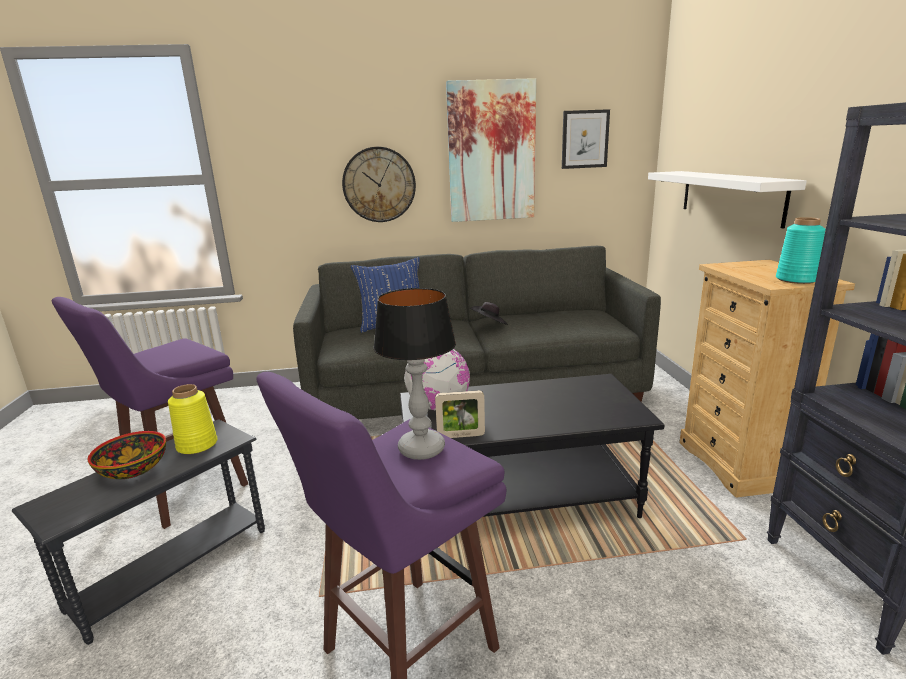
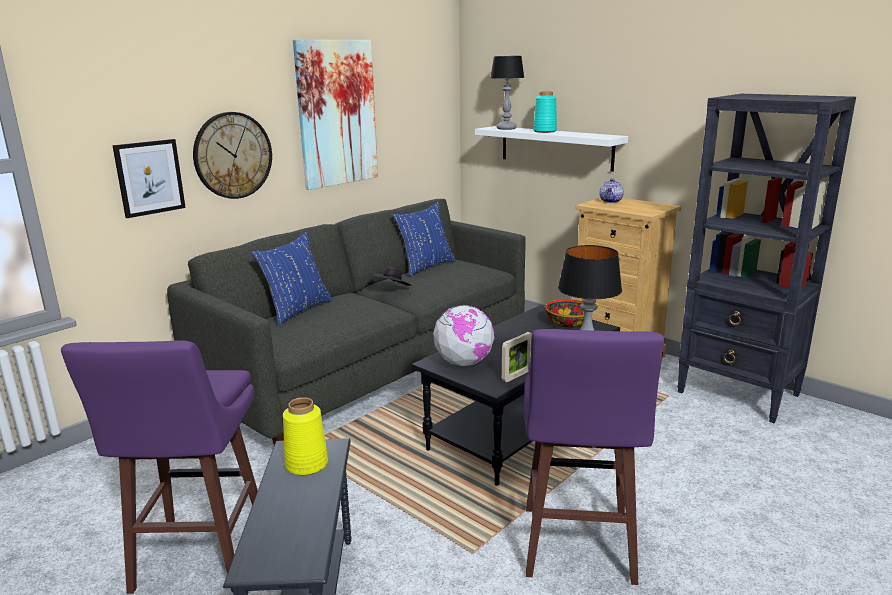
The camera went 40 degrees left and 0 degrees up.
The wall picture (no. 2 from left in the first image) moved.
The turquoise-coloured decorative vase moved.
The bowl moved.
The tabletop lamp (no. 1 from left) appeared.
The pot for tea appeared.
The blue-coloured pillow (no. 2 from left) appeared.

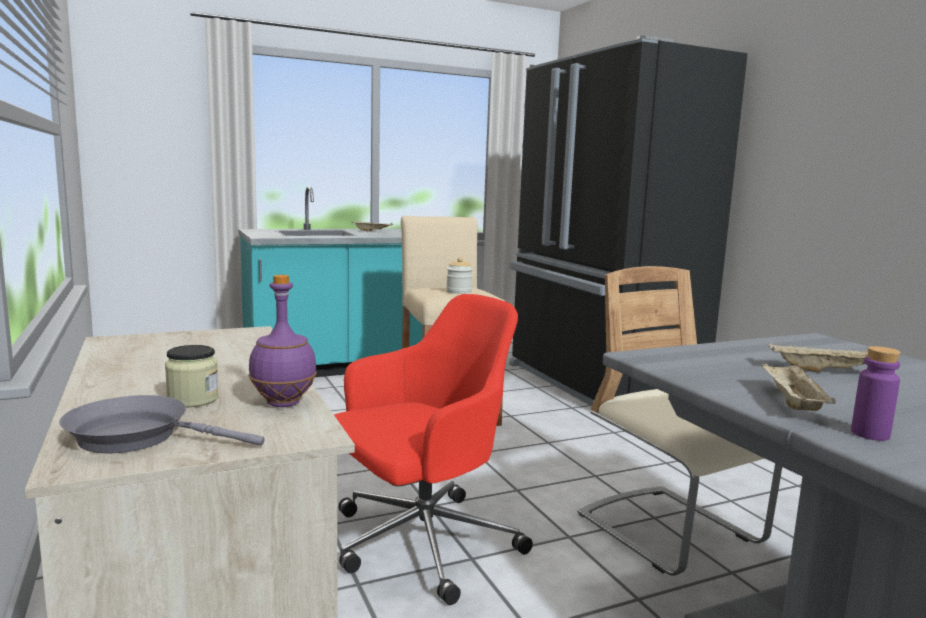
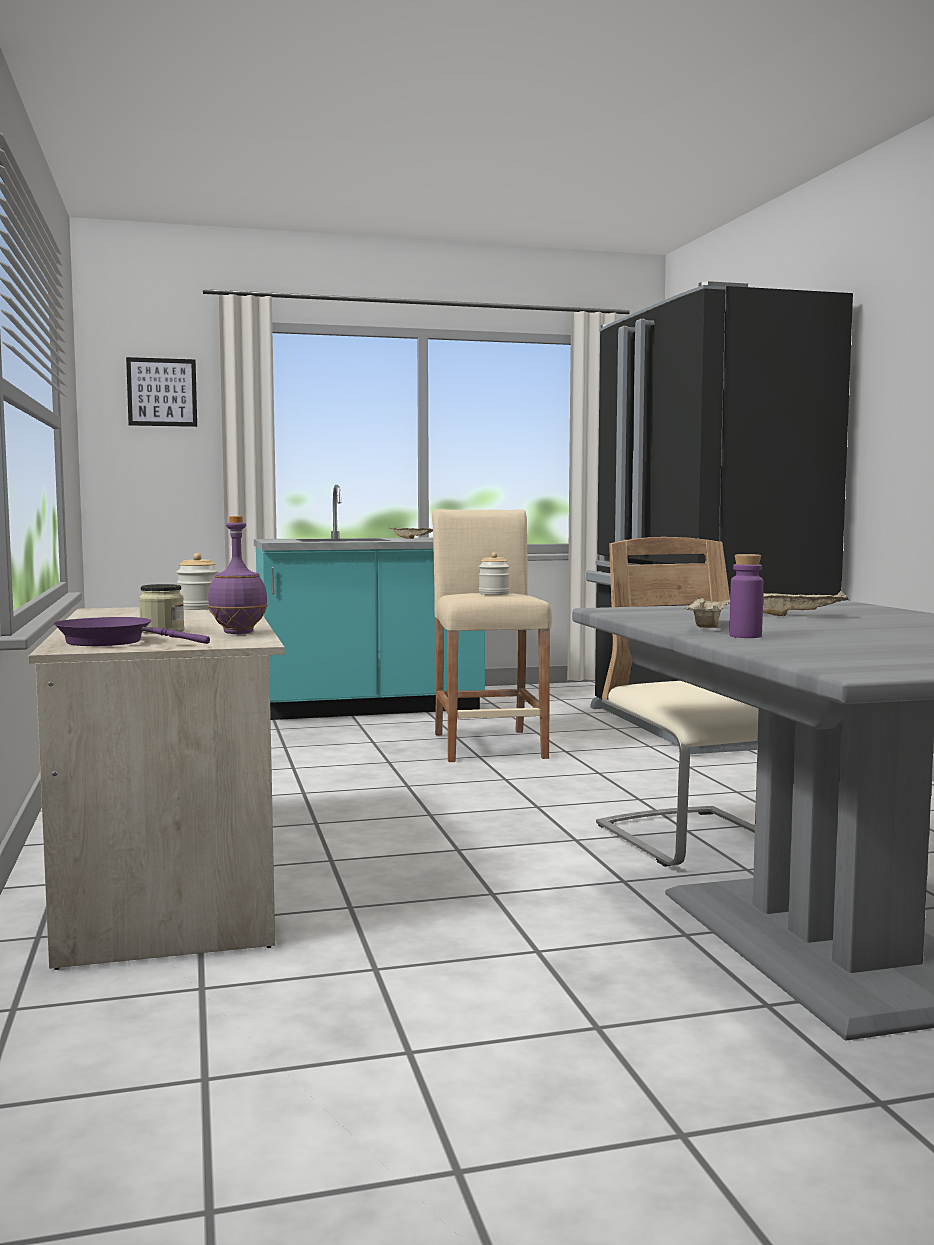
The camera went 10 degrees right and 5 degrees down.
The red-coloured desk chair disappeared.
The greyish frying pan became the purple-coloured frying pan.
The wall picture appeared.
The storage jar (no. 2 from left) appeared.

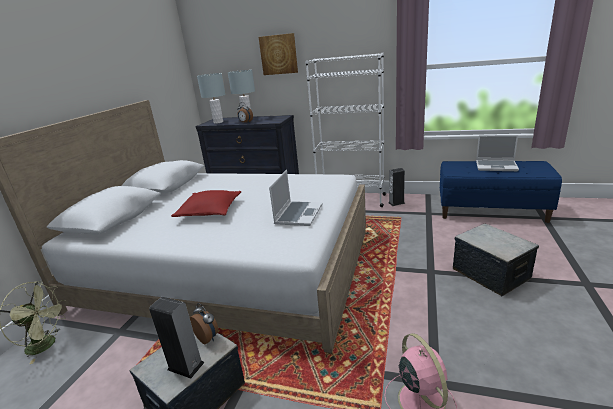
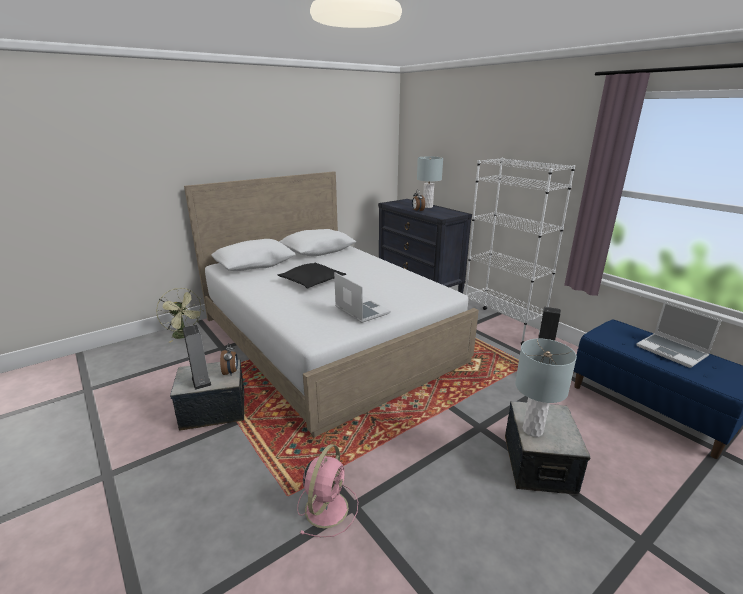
The camera went 35 degrees right and 0 degrees up.
The wall picture disappeared.
The greyish tabletop lamp (no. 1 from left in the first image) moved.
The laptop (no. 1 from left) turned 90 degrees counterclockwise.
The red-coloured pillow became the black pillow.

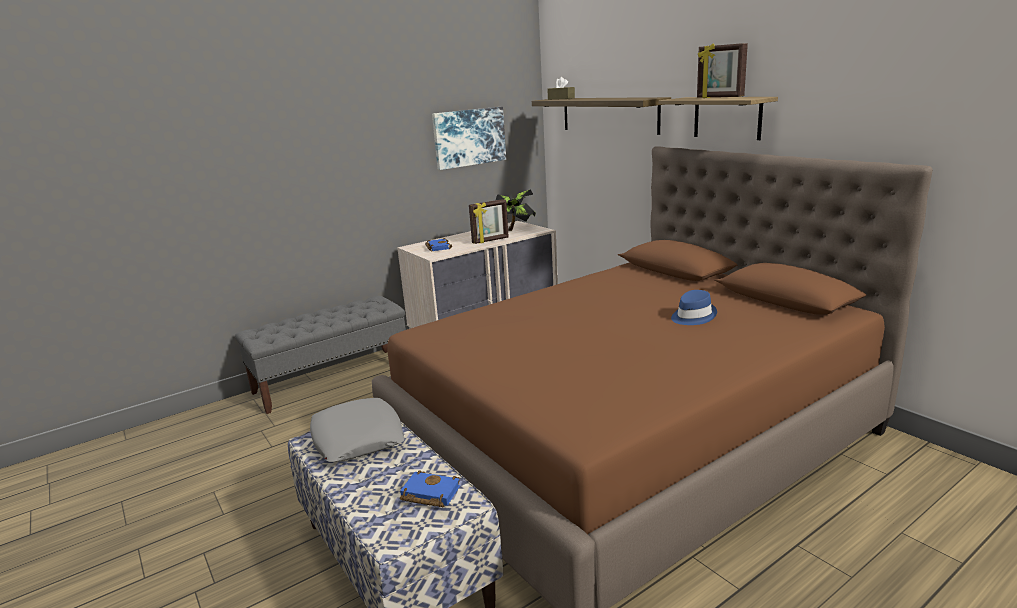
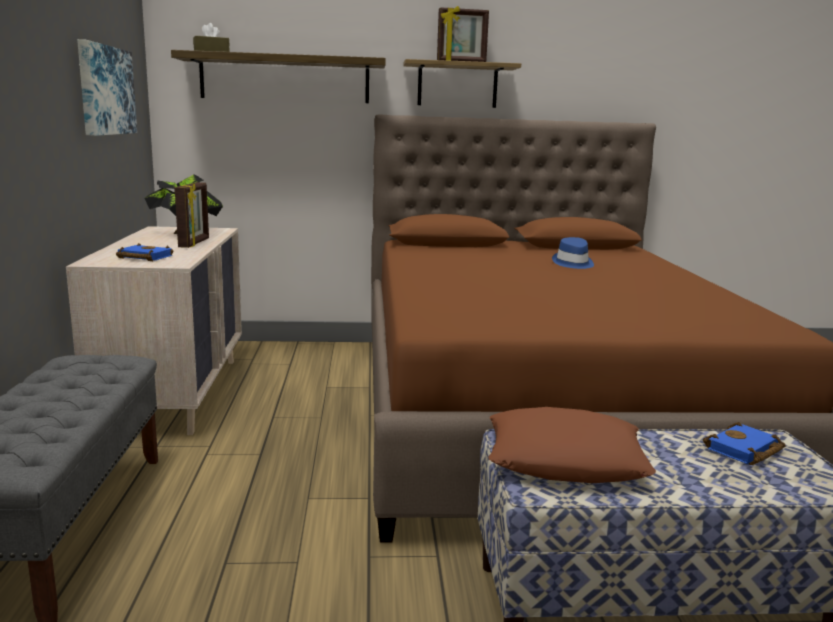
The camera went 60 degrees left and 5 degrees down.
The greyish pillow became the brown pillow.

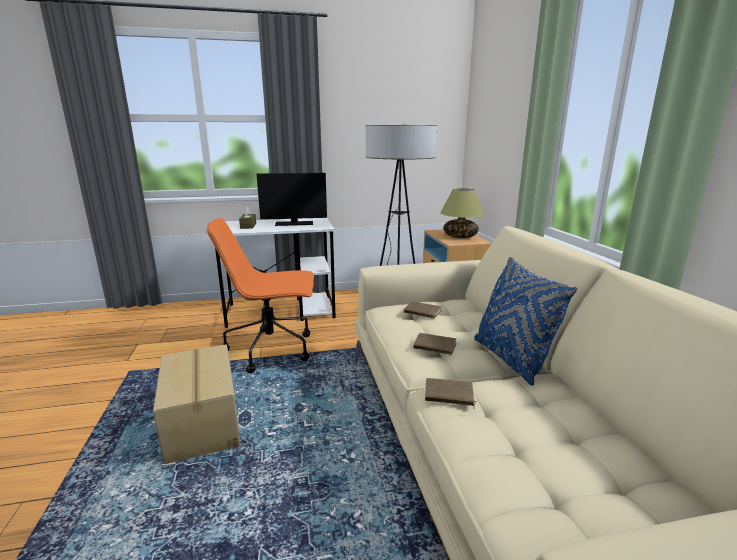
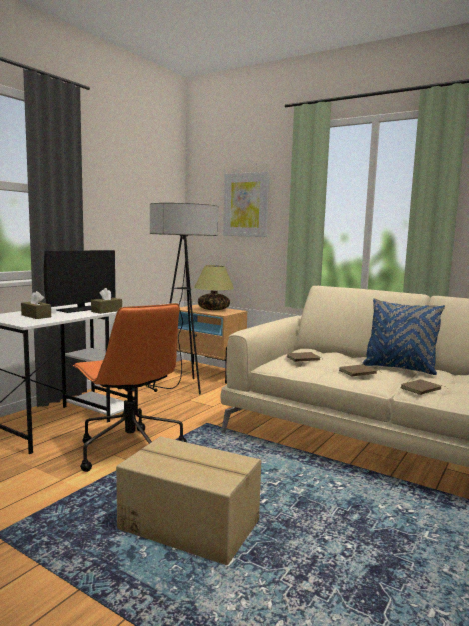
The camera went 45 degrees left and 10 degrees down.
The orange desk chair turned 75 degrees counterclockwise.
The wall picture appeared.
The brown tissue box (no. 2 from left) appeared.

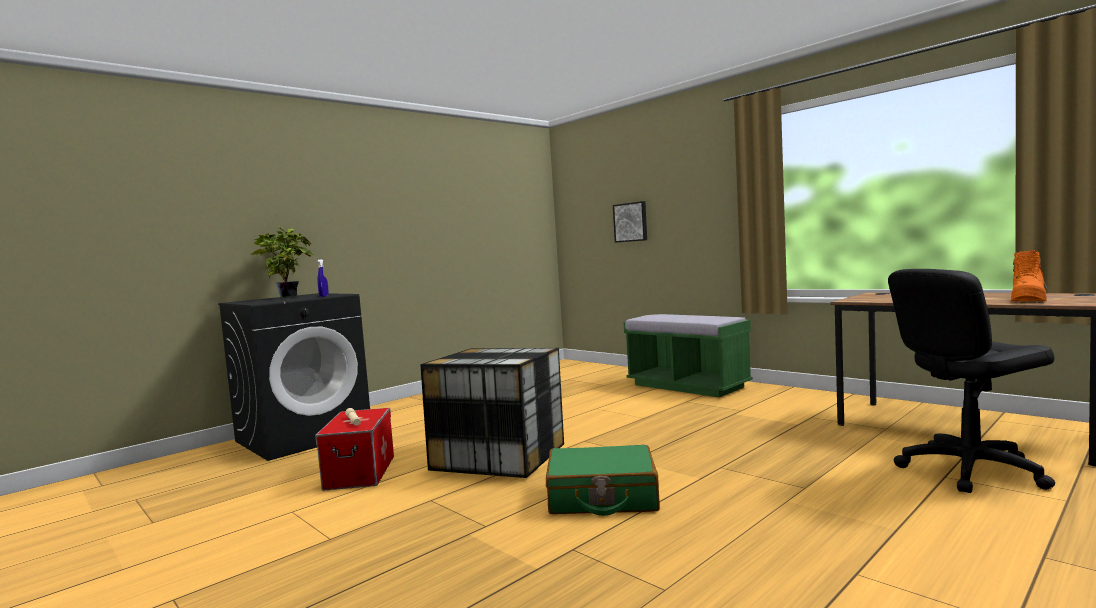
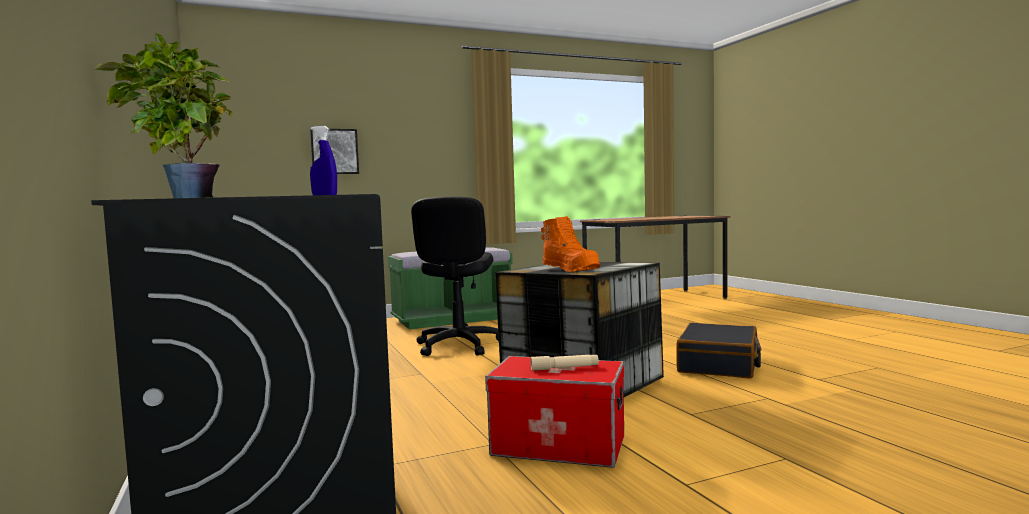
The camera went 70 degrees left and 0 degrees up.
The orange boot moved.
The black desk chair moved.
The green-coloured piece of luggage became the black piece of luggage.

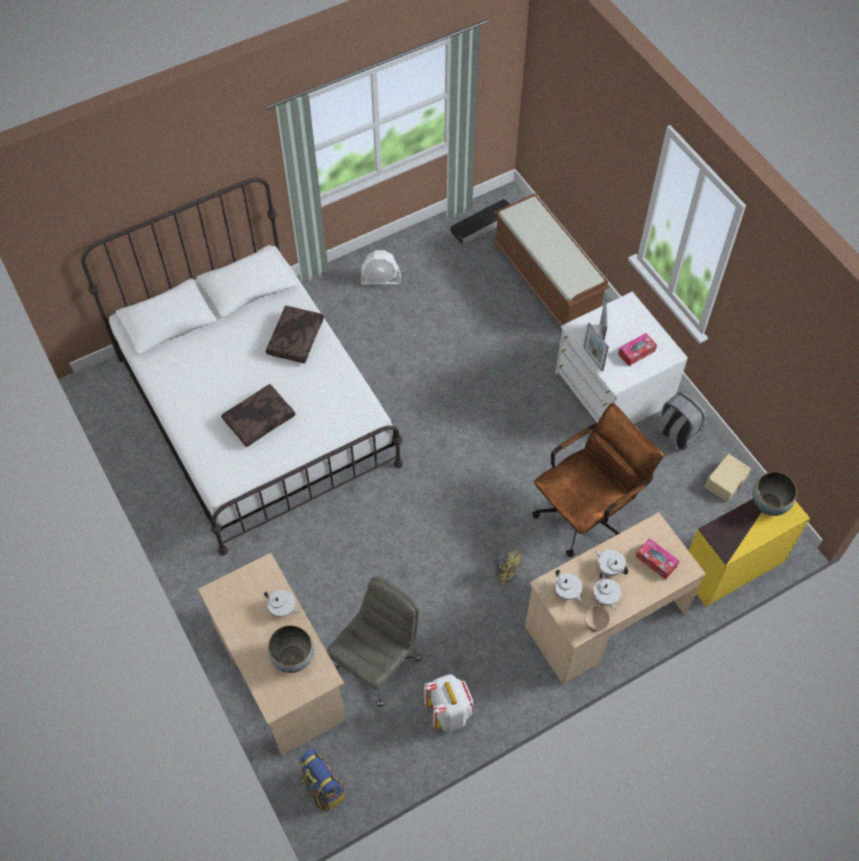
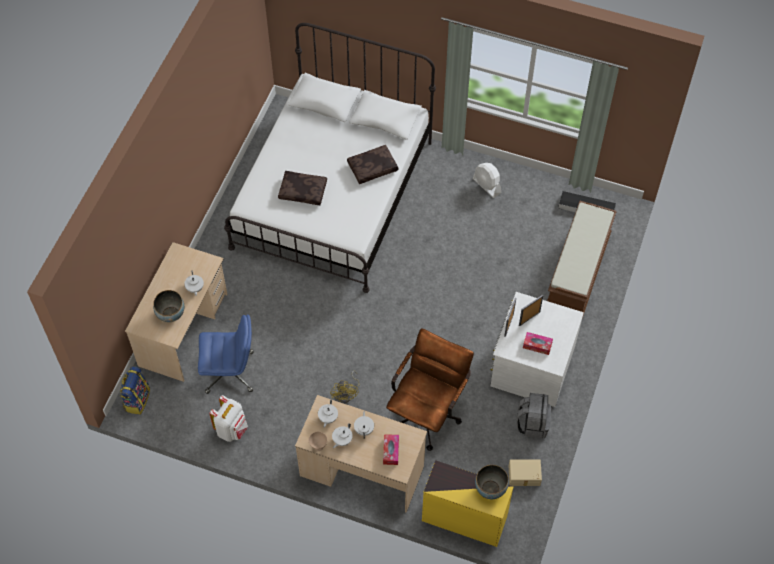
The camera went 50 degrees right and 0 degrees up.
The brown desk chair turned 75 degrees counterclockwise.
The greyish desk chair became the blue-coloured desk chair.

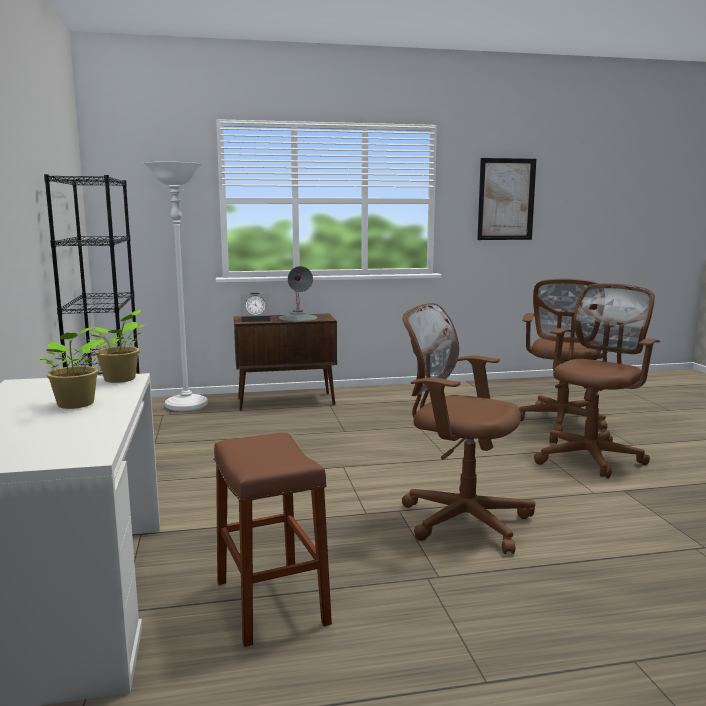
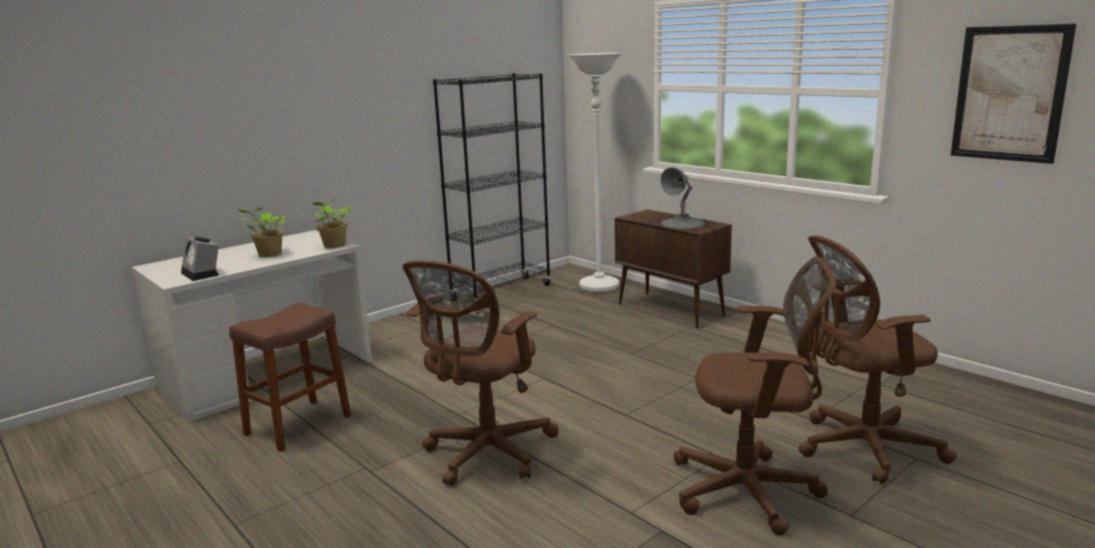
The camera went 60 degrees right and 5 degrees up.
The bedside clock moved.
The brown desk chair (no. 1 from left) turned 150 degrees counterclockwise.

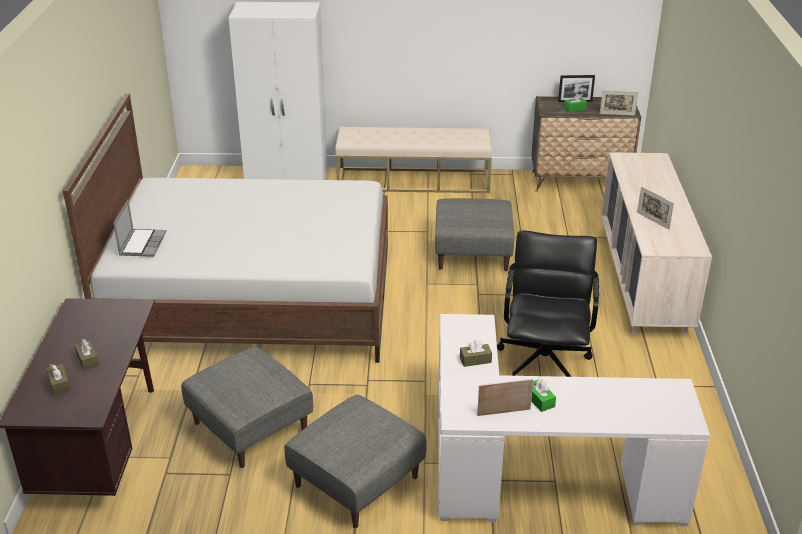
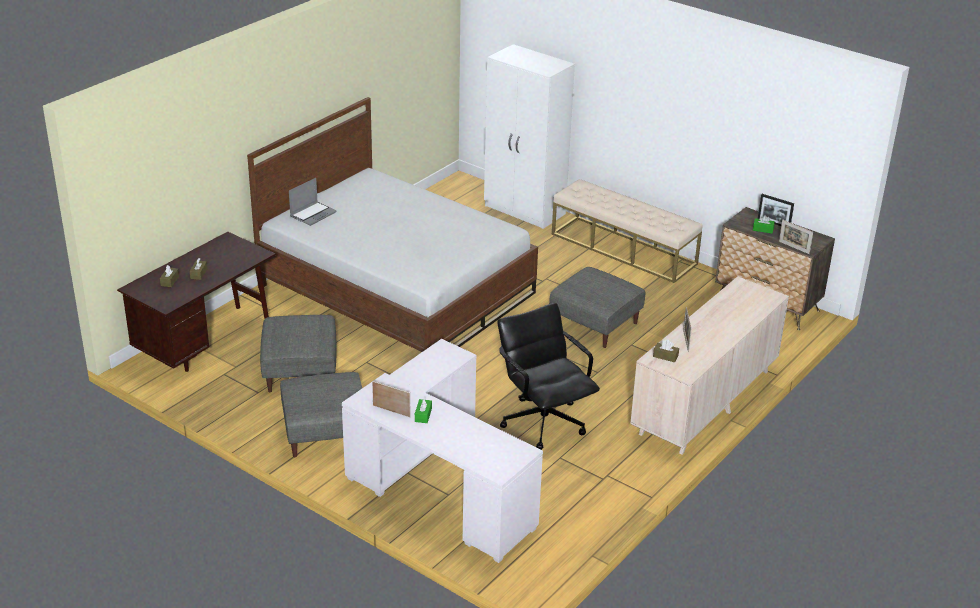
The camera went 35 degrees right and 0 degrees up.
The black desk chair turned 75 degrees counterclockwise.
The brown tissue box (no. 3 from left) moved.

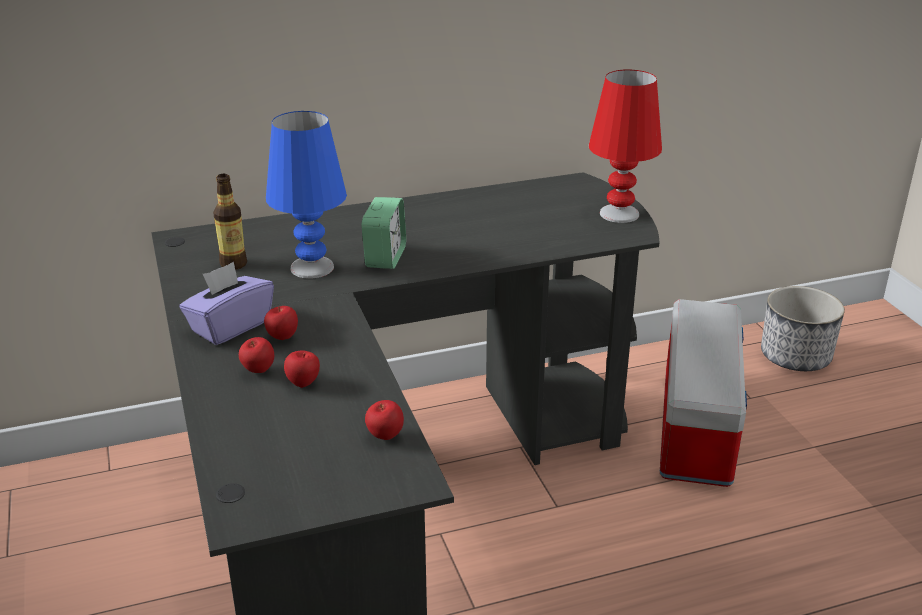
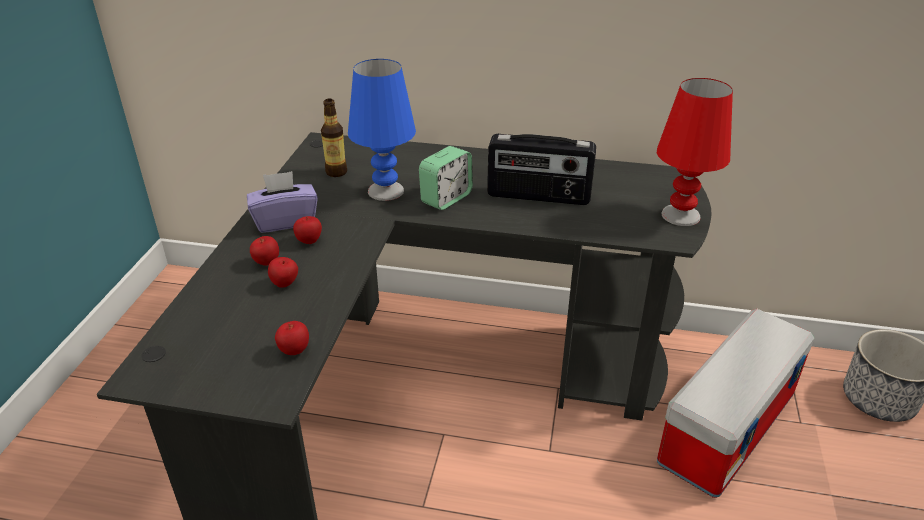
The camera went 30 degrees right and 5 degrees up.
The radio appeared.

